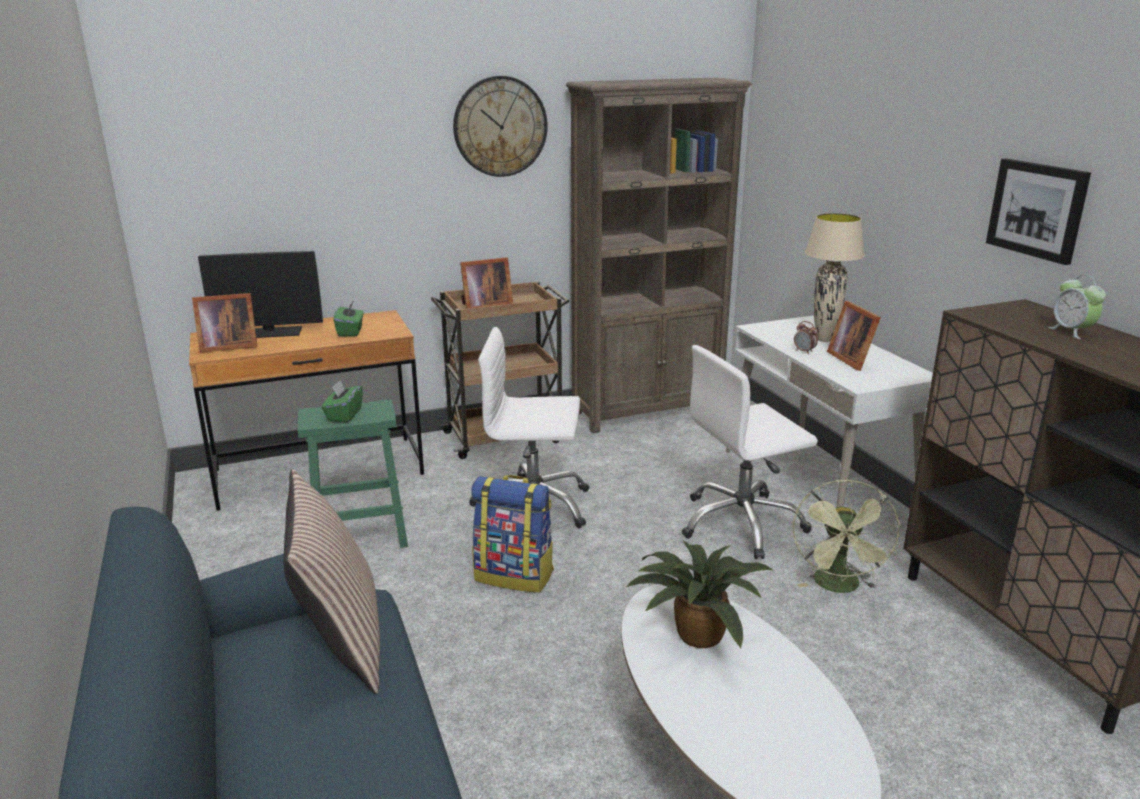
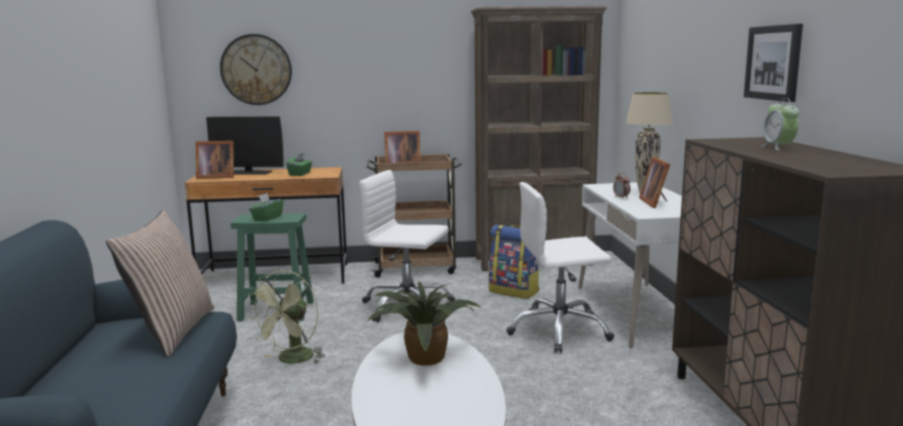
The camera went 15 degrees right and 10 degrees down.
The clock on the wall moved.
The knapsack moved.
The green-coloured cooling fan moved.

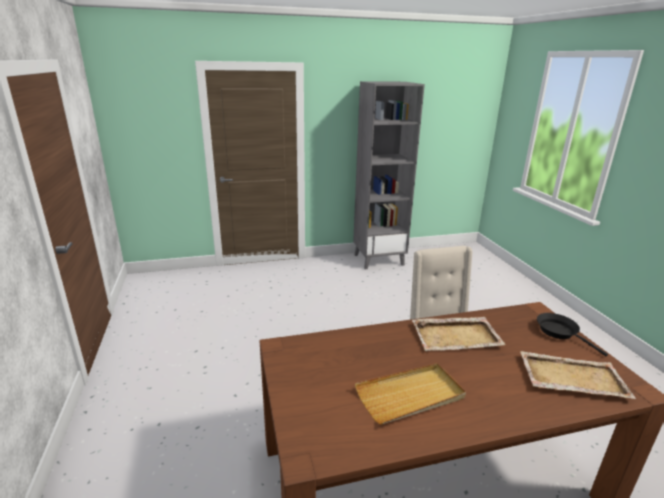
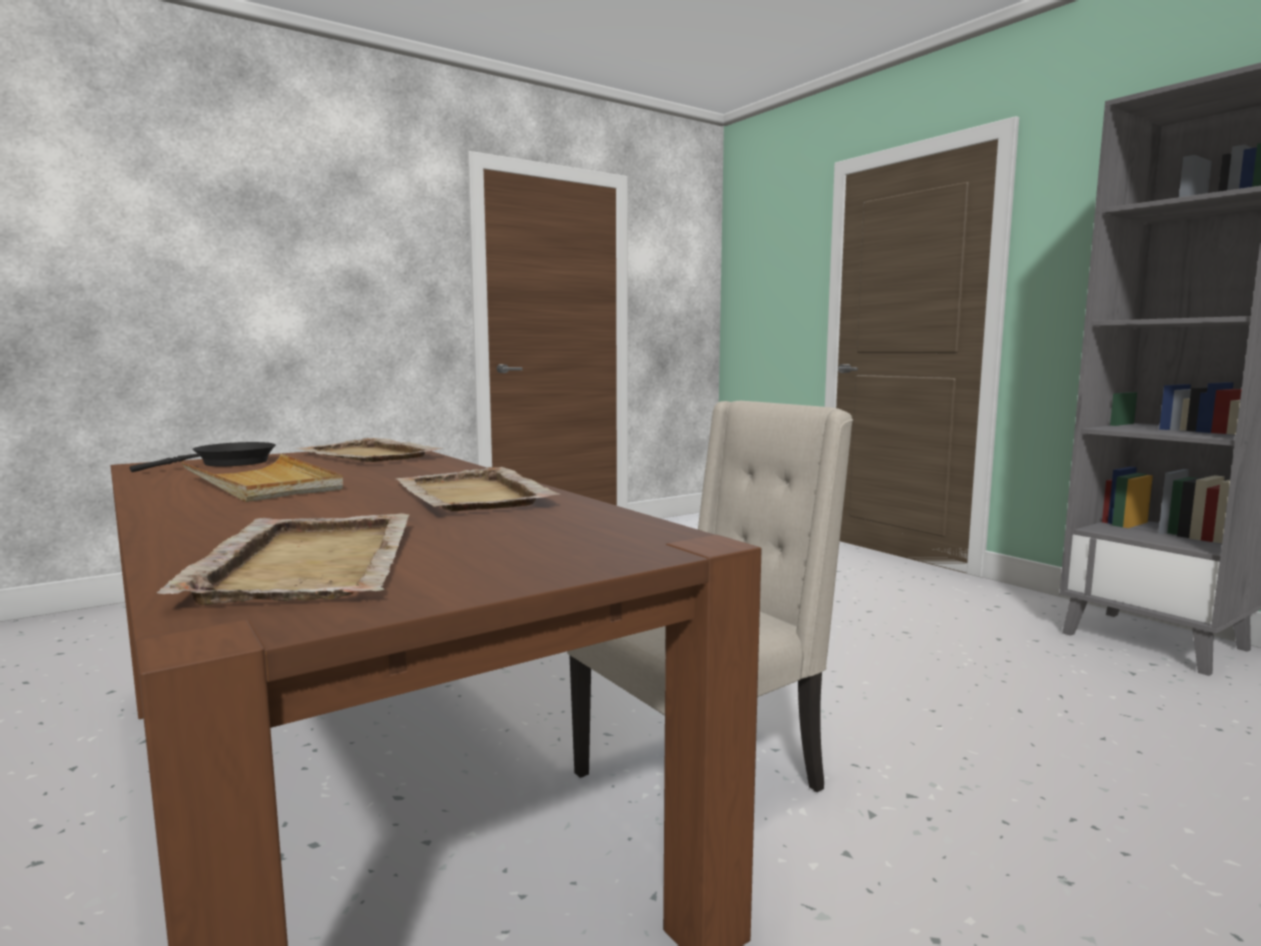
The camera went 70 degrees right and 15 degrees down.
The black frying pan moved.
The beige serving tray (no. 3 from left) appeared.

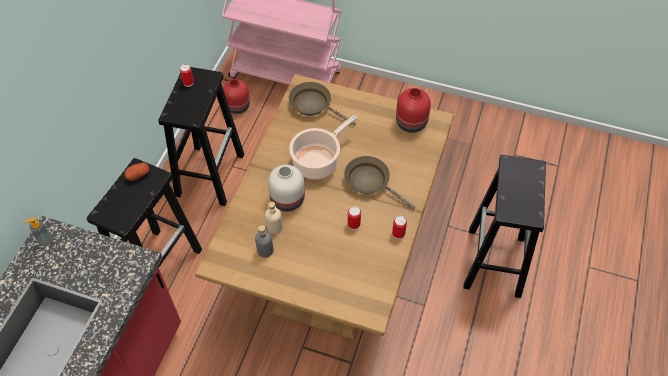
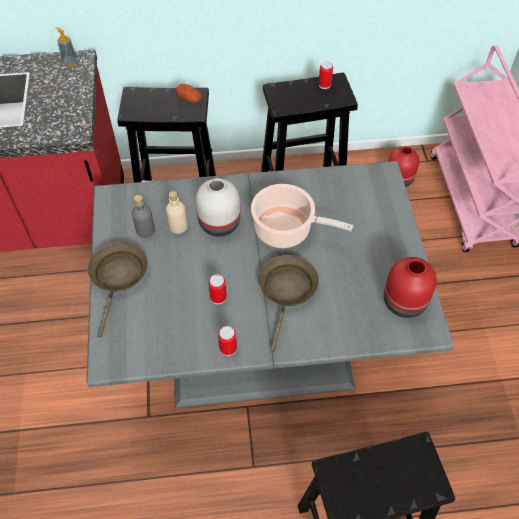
The camera went 65 degrees right and 0 degrees up.
The brown kitchen table became the greyish kitchen table.
The brown frying pan (no. 1 from left) moved.

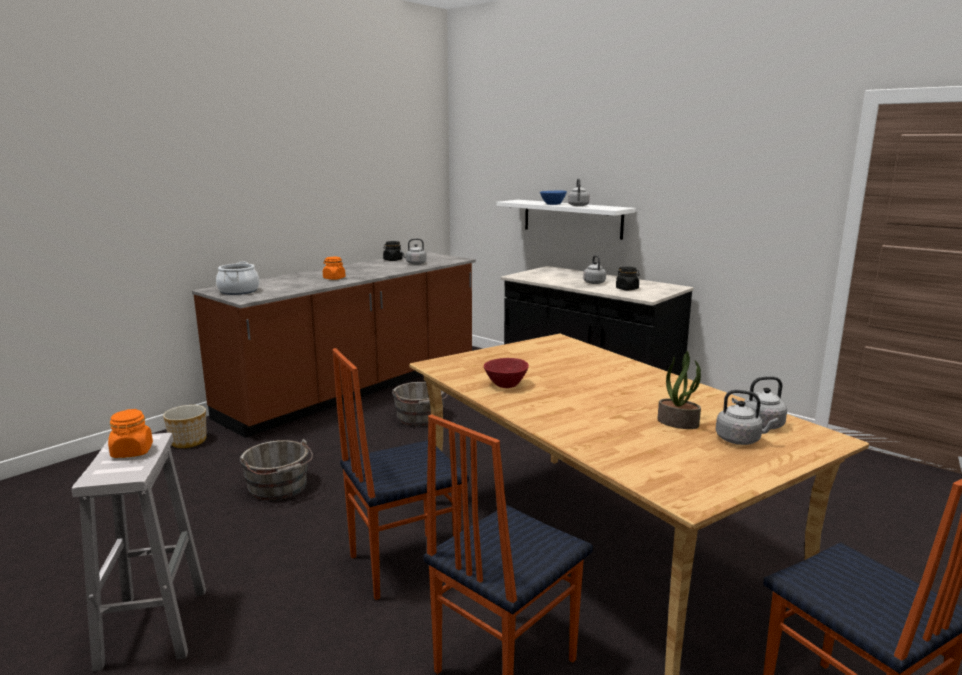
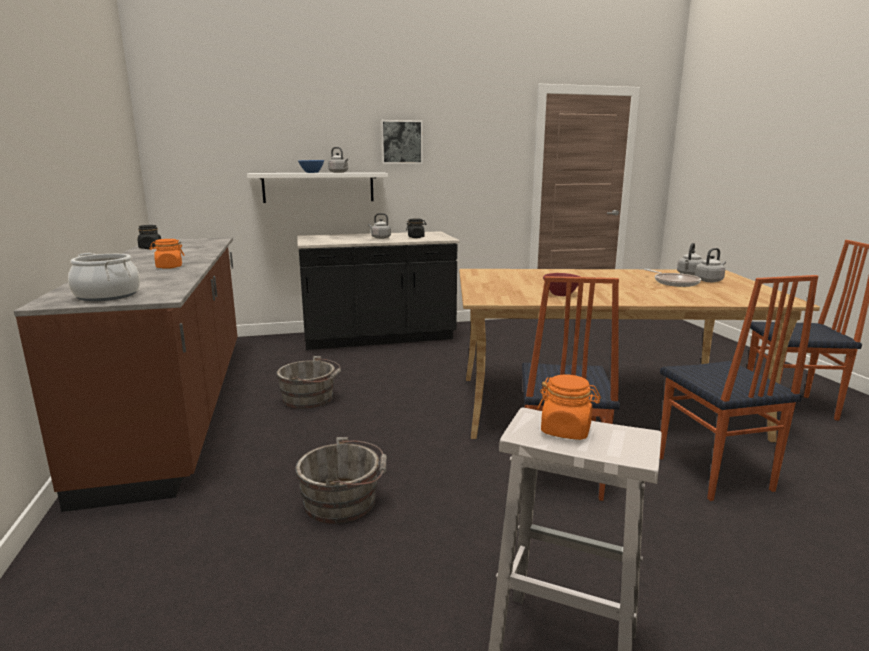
The camera went 55 degrees left and 0 degrees up.
The greyish tea kettle (no. 1 from left) disappeared.
The houseplant was replaced by the frying pan.
The planter disappeared.
The wall picture appeared.

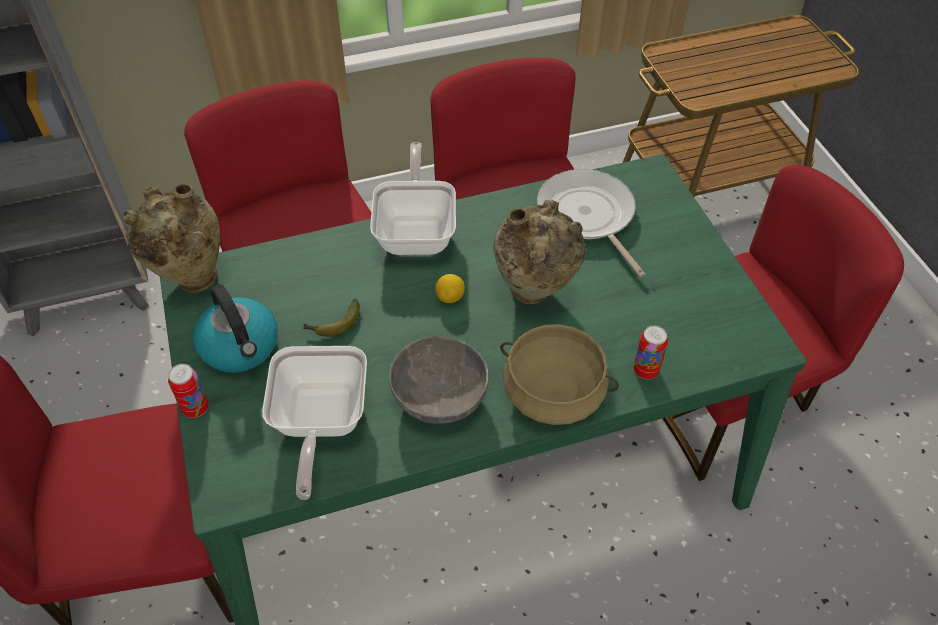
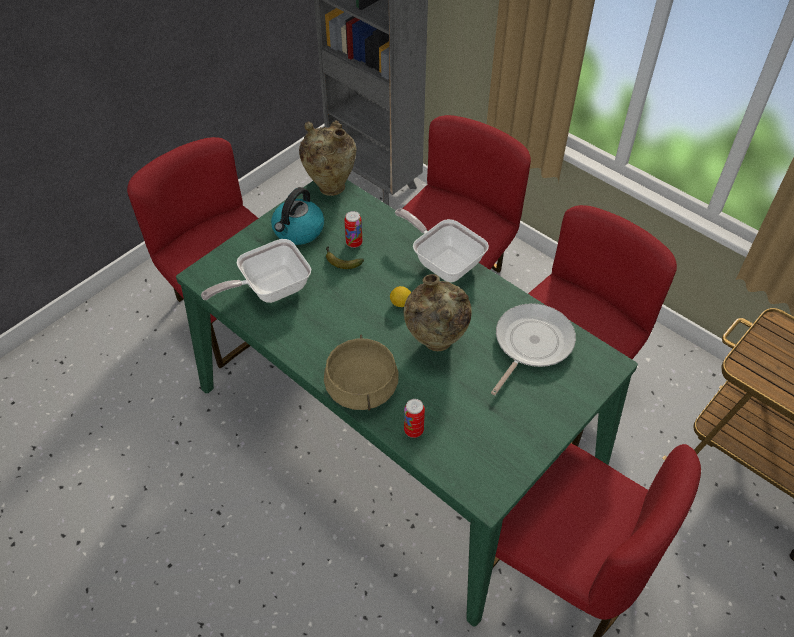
The camera went 60 degrees right and 0 degrees up.
The frying pan (no. 2 from left) turned 105 degrees counterclockwise.
The greyish bowl disappeared.
The can (no. 1 from left) moved.

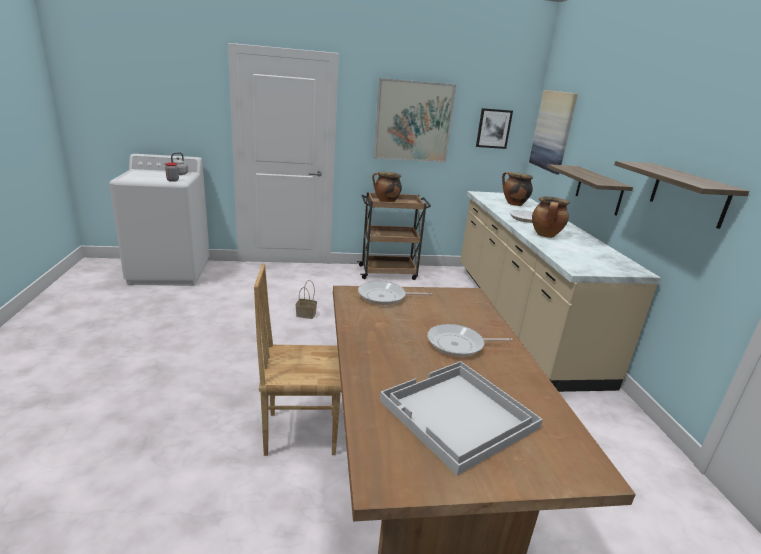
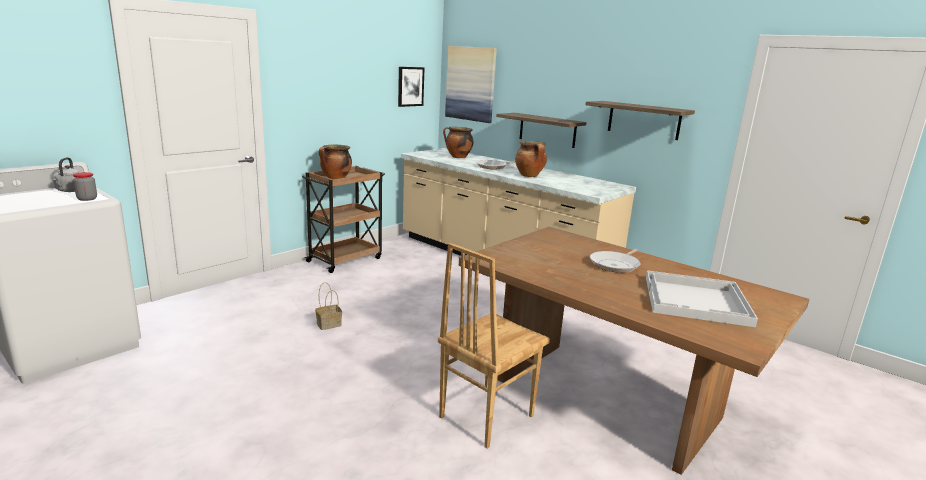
The camera went 40 degrees left and 5 degrees down.
The wall picture (no. 1 from left) disappeared.
The frying pan (no. 1 from left) disappeared.

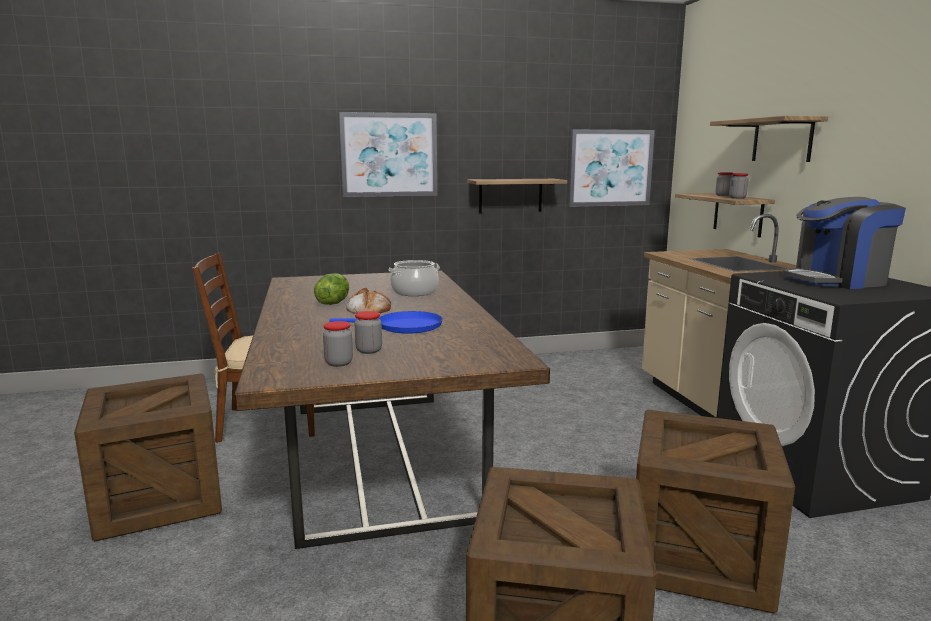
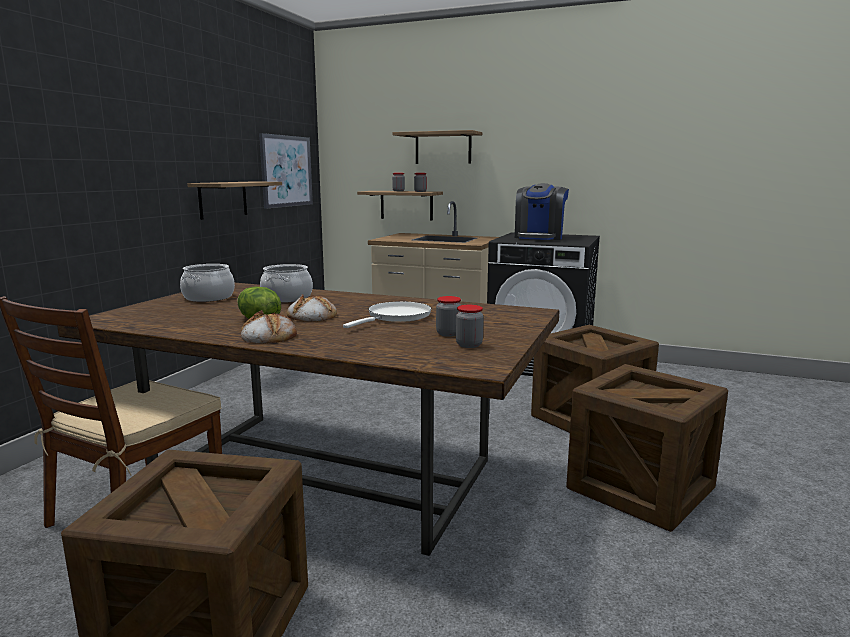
The camera went 55 degrees left and 0 degrees up.
The wall picture (no. 1 from left) disappeared.
The blue-coloured frying pan became the whitish frying pan.
The saucepot (no. 1 from left) appeared.
The bread (no. 1 from left) appeared.

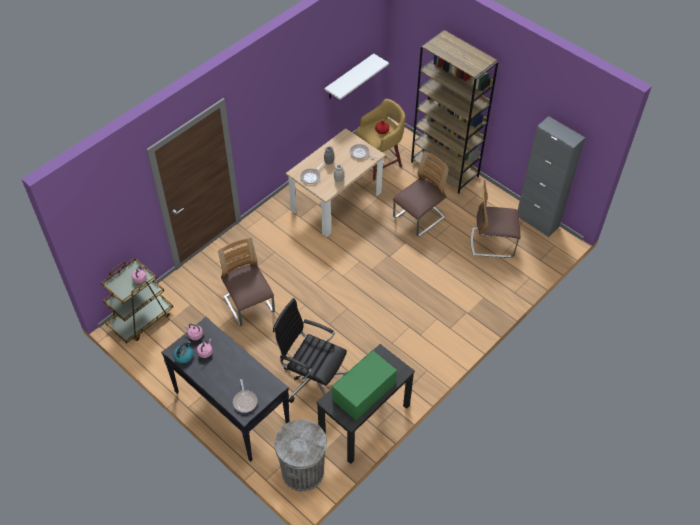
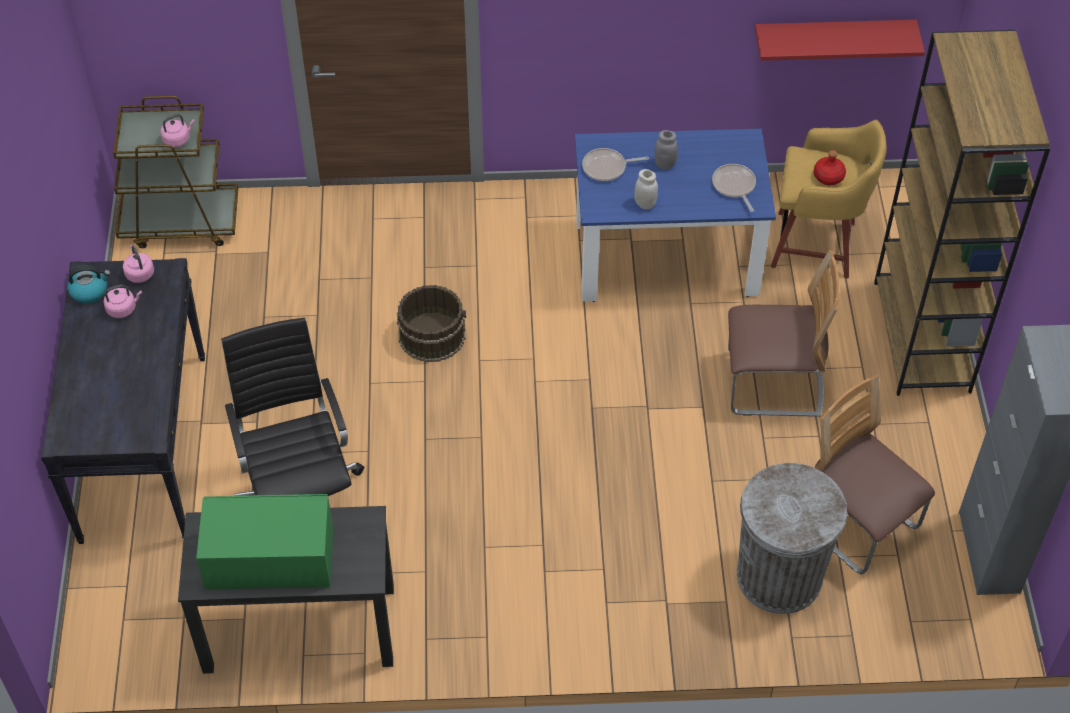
The camera went 45 degrees right and 0 degrees up.
The whitish wall shelf became the red-coloured wall shelf.
The beige kitchen table became the blue-coloured kitchen table.
The upright chair (no. 1 from left) disappeared.
The frying pan (no. 1 from left) disappeared.
The greyish trash can moved.
The brown bucket appeared.

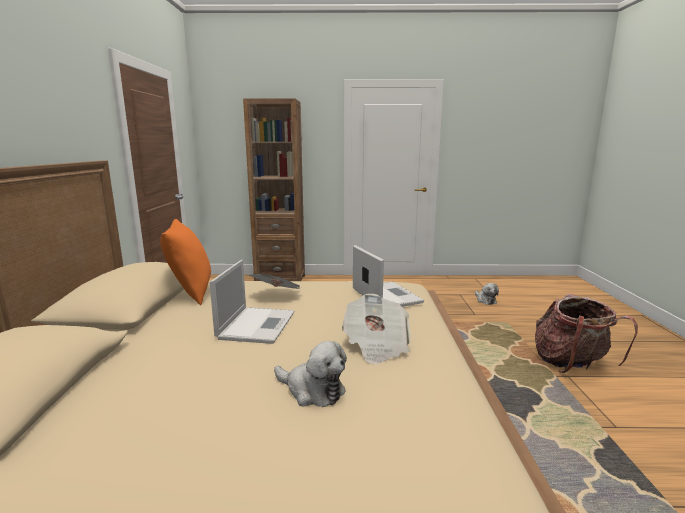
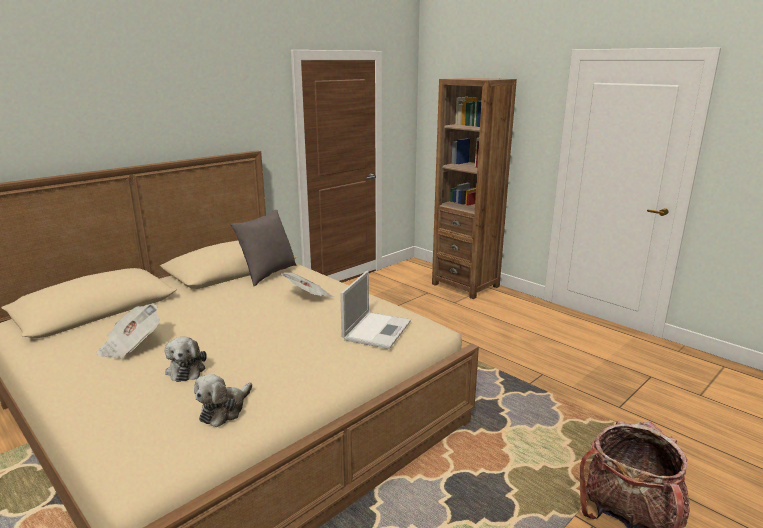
The camera went 45 degrees right and 5 degrees up.
The orange pillow became the greyish pillow.
The laptop (no. 1 from left) disappeared.
The plush toy (no. 2 from left) moved.
The daily paper (no. 2 from left in the first image) moved.

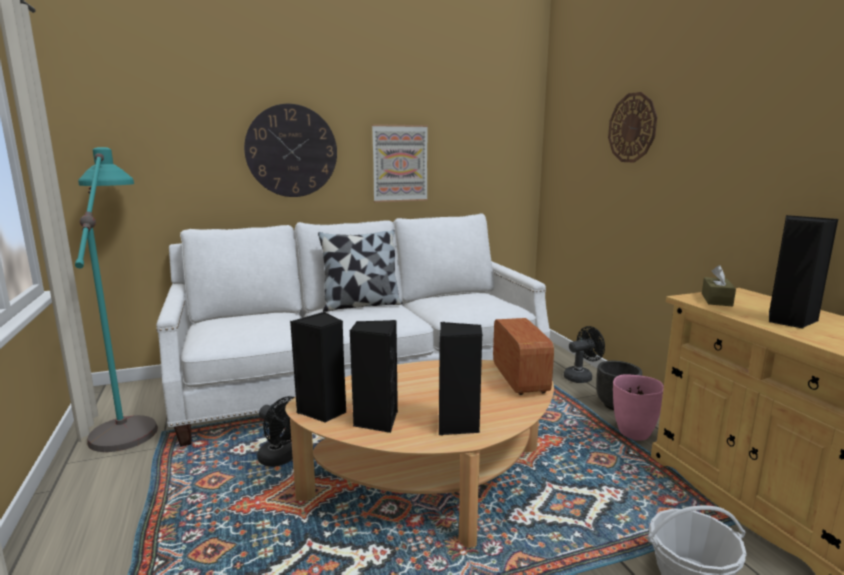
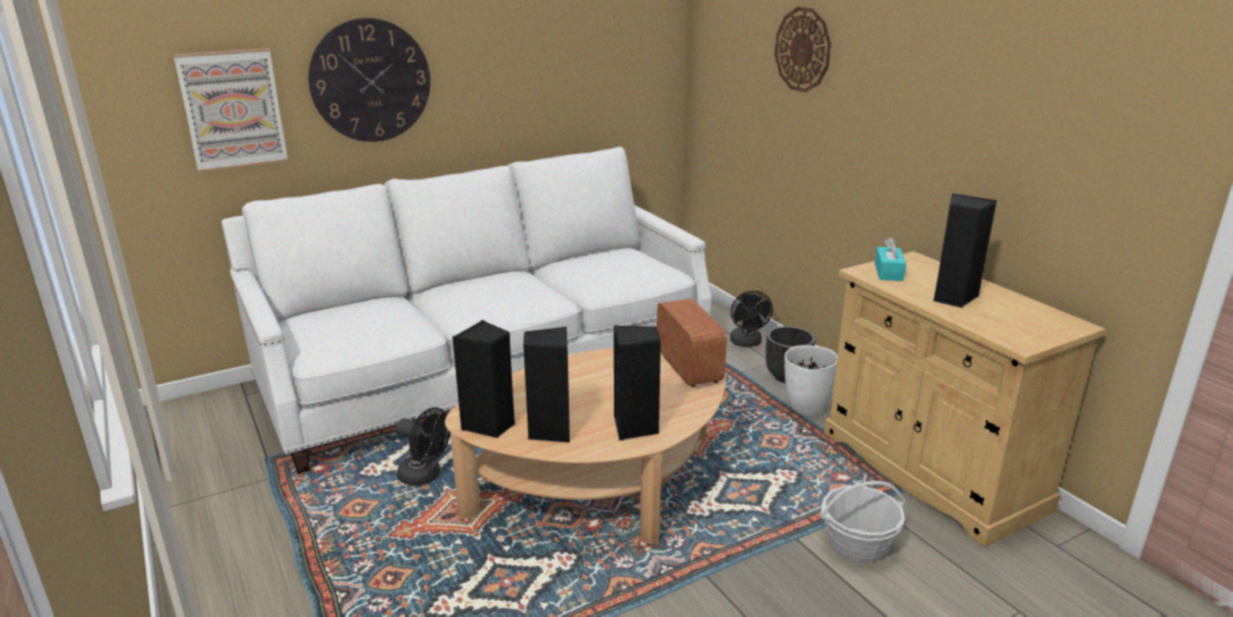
The camera went 10 degrees left and 10 degrees up.
The wall picture moved.
The turquoise-coloured standard lamp disappeared.
The pillow disappeared.
The brown tissue box became the turquoise-coloured tissue box.
The black cooling fan (no. 2 from left) turned 120 degrees clockwise.
The pink-coloured decorative vase became the whitish decorative vase.

